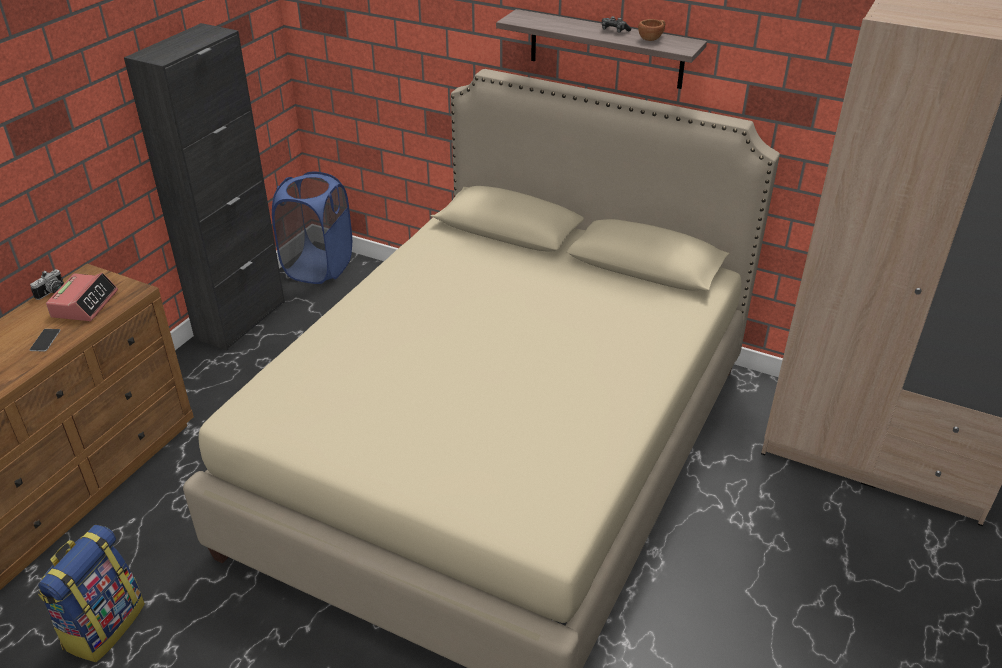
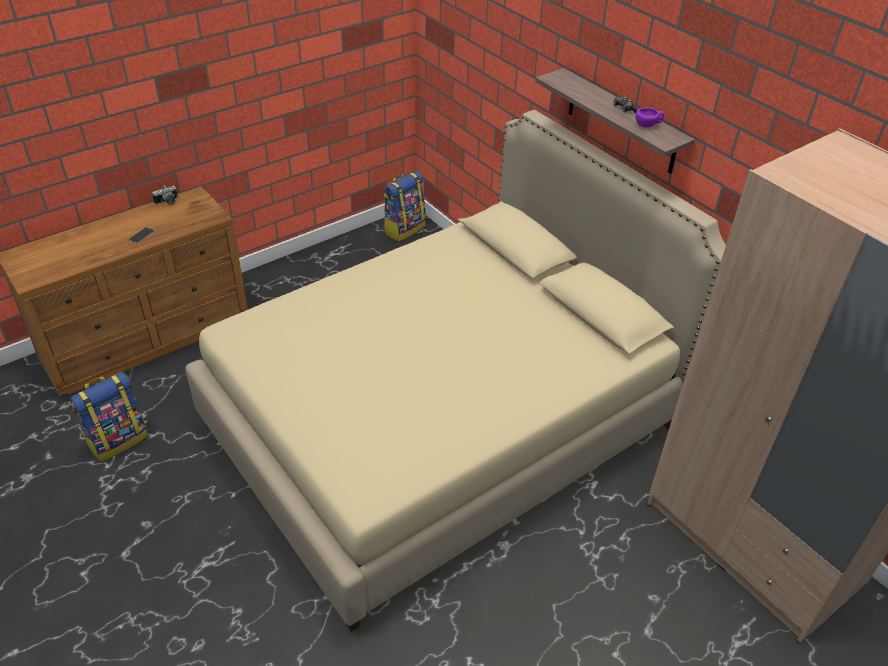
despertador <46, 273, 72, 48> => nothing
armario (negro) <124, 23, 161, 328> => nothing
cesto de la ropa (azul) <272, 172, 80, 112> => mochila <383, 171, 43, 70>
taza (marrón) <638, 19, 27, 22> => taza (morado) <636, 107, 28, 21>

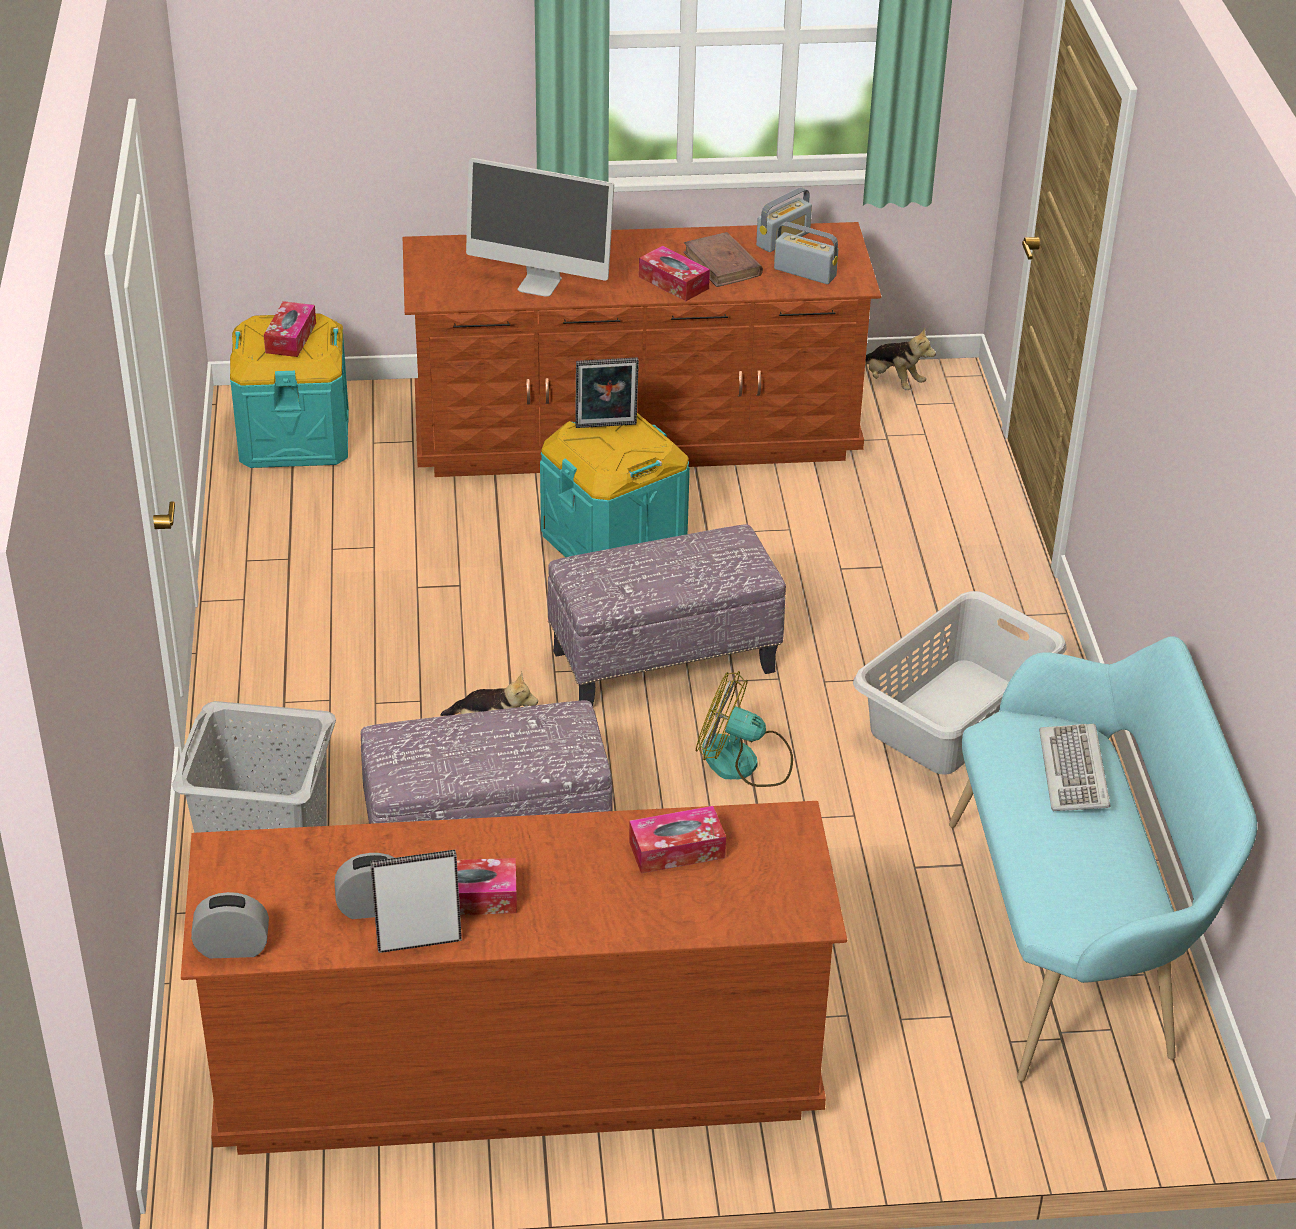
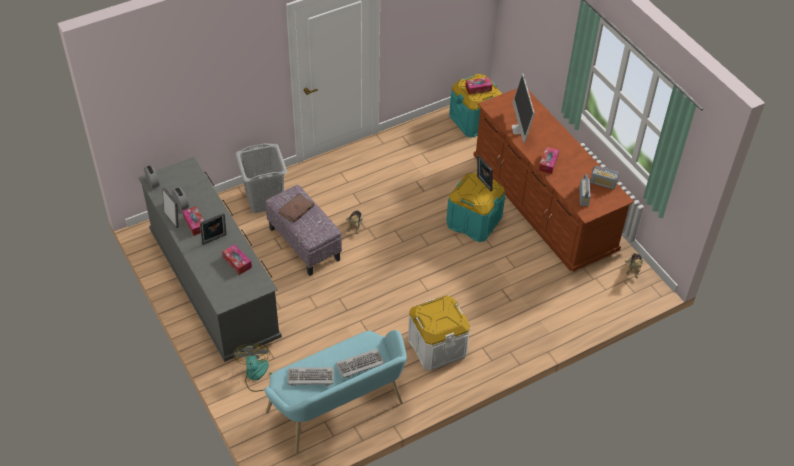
cómoda (marrón) <181, 801, 666, 354> => cómoda (gris) <138, 157, 144, 205>
puf <548, 524, 238, 182> => nothing
libro (marrón) <683, 232, 80, 55> => libro (marrón) <278, 193, 36, 30>, relocated
ventilador <696, 671, 97, 116> => ventilador <233, 344, 39, 48>, relocated
cesto de la ropa (gris) <853, 591, 214, 184> => caja de almacenaje (blanco) <408, 296, 62, 75>
nothing => portarretratos <200, 213, 26, 32>
nothing => teclado <287, 367, 47, 19>

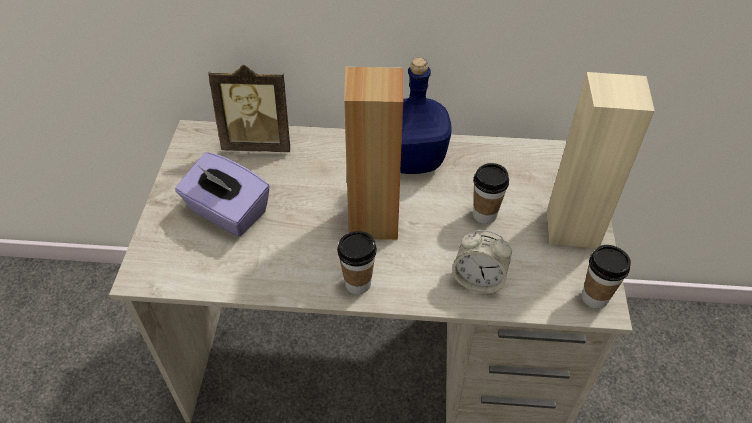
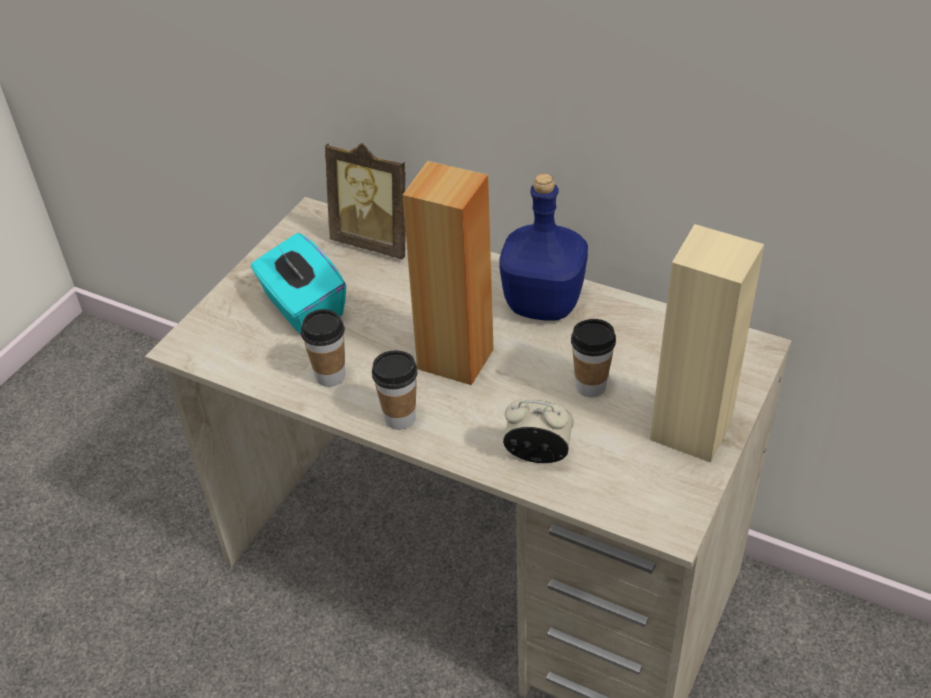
caja de pañuelos (morado) <175, 152, 95, 84> => caja de pañuelos (turquesa) <251, 233, 95, 101>
despertador <452, 230, 60, 64> => despertador <503, 399, 71, 64>, 150 degrees clockwise
taza <582, 245, 49, 64> => taza <301, 309, 44, 78>, relocated

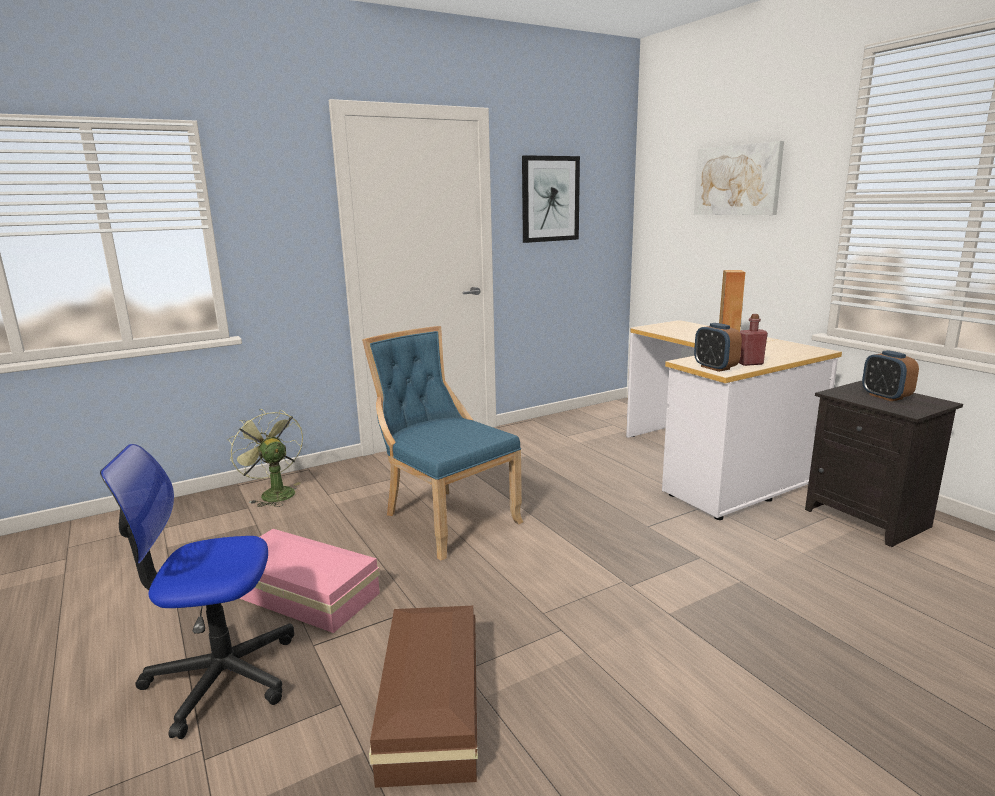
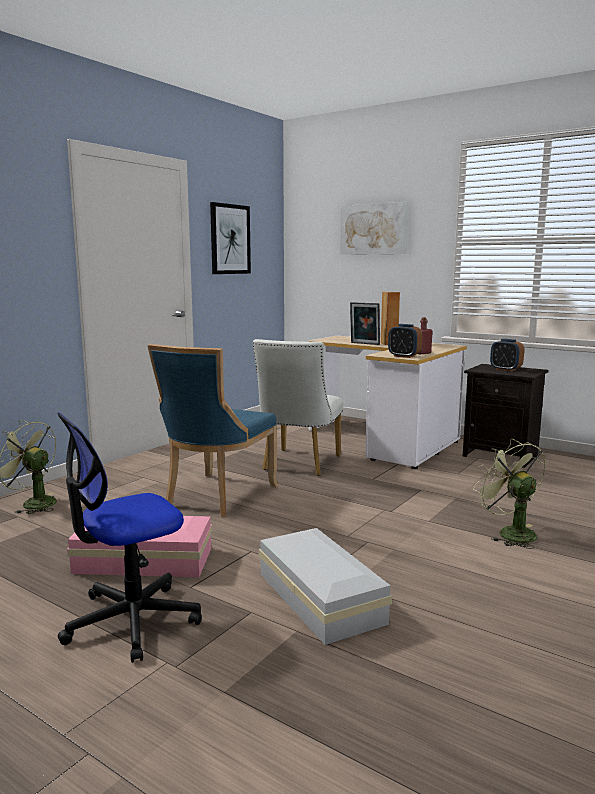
silla (azul) <362, 326, 161, 234> => silla (azul) <148, 344, 130, 173>, 90 degrees counterclockwise
caja de almacenaje (marrón) <369, 606, 109, 182> => caja de almacenaje (blanco) <259, 528, 133, 117>
nothing => silla (blanco) <253, 339, 90, 137>
nothing => portarretratos <350, 302, 30, 43>
nothing => ventilador (verde) <473, 439, 73, 110>

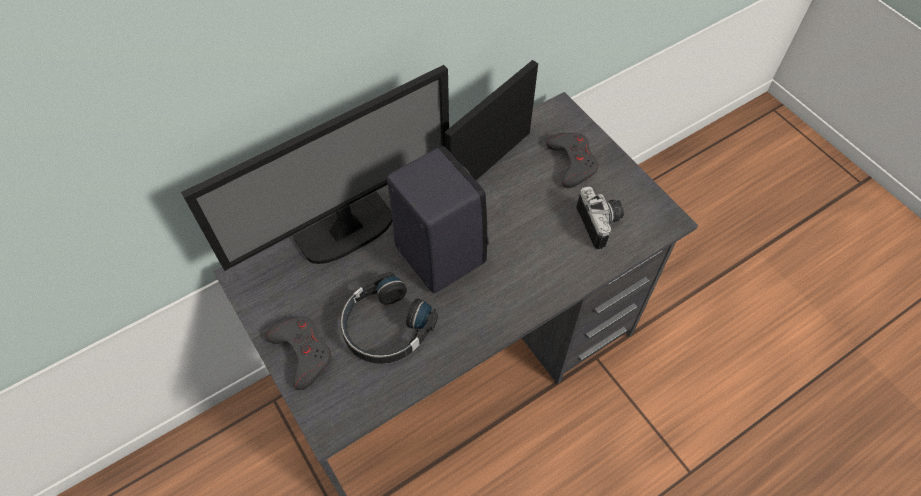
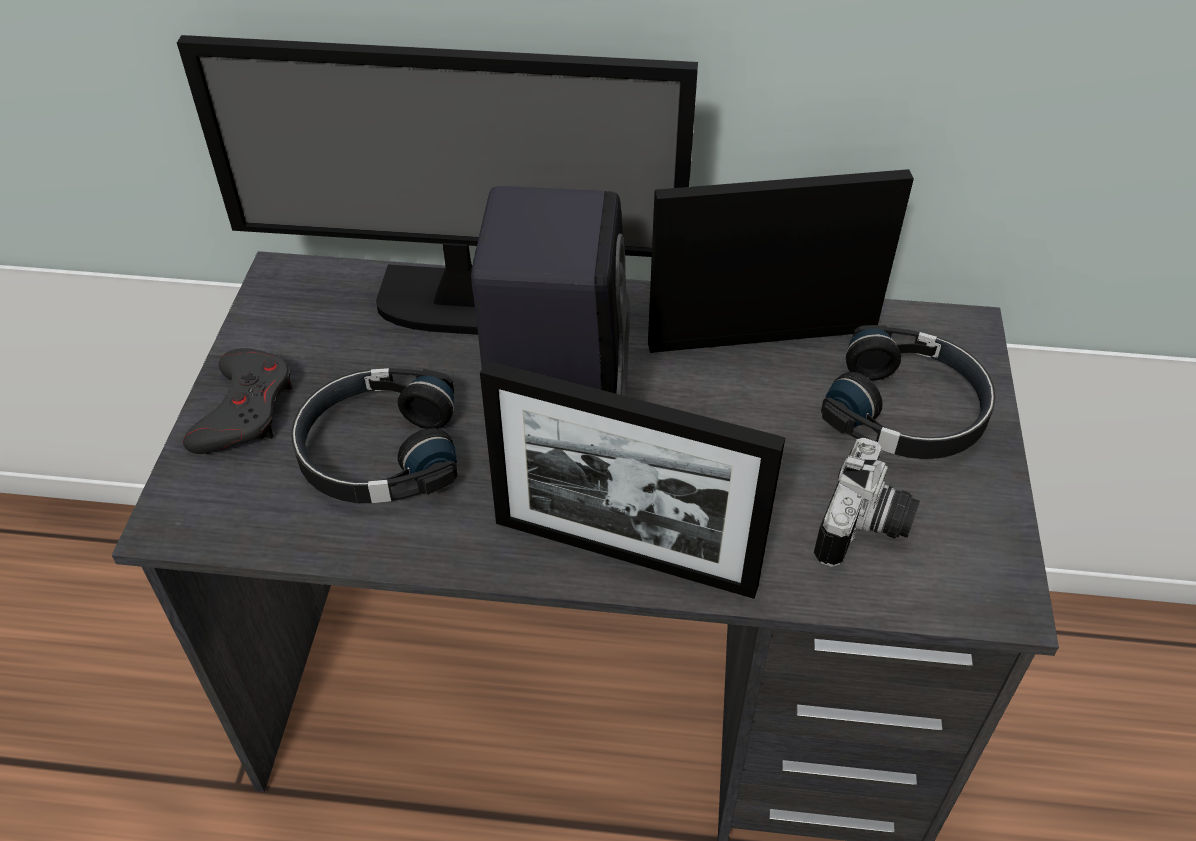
mando de consola (gris) <546, 133, 53, 55> => auriculares (negro) <821, 325, 174, 134>
nothing => portarretratos <480, 361, 305, 238>

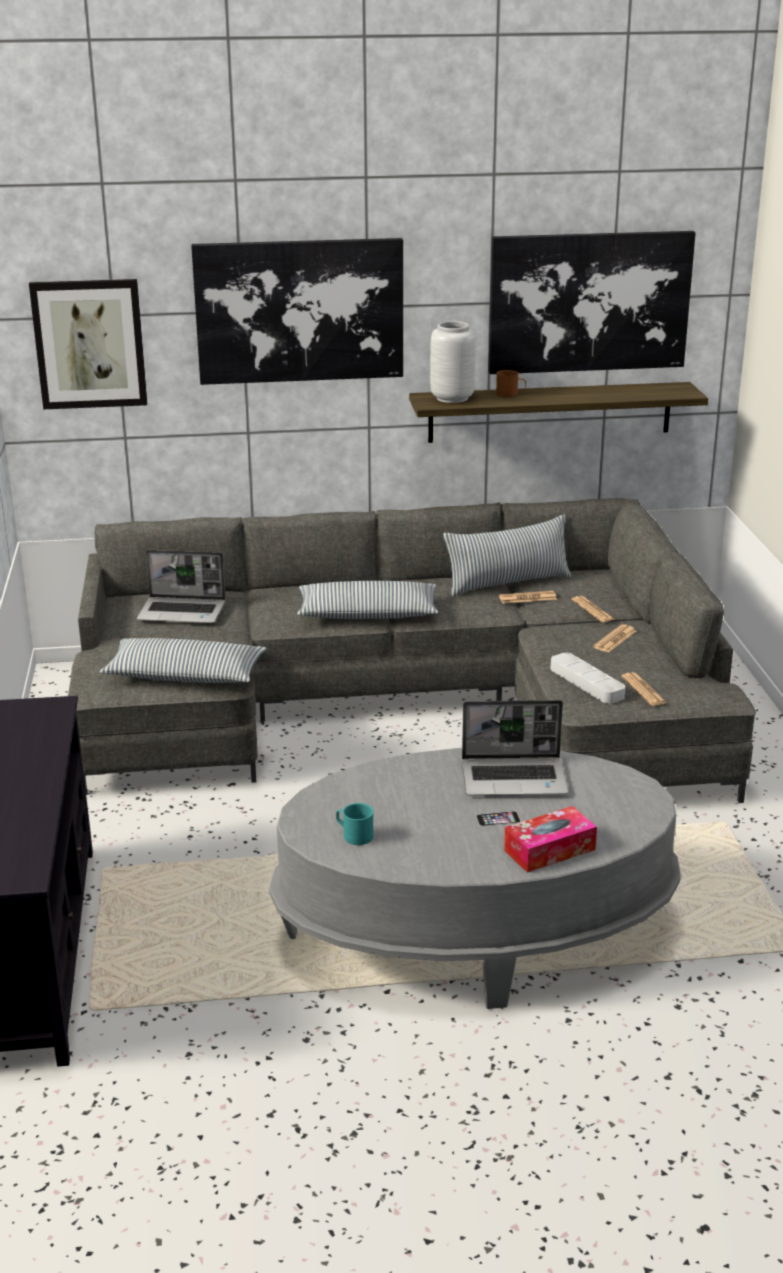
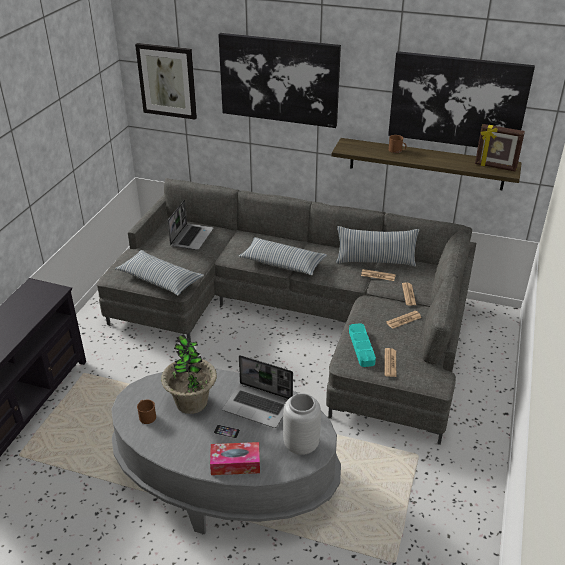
portátil <137, 549, 89, 74> => portátil <168, 199, 46, 51>, 105 degrees counterclockwise
taza grande (turquesa) <336, 803, 38, 42> => taza grande (marrón) <137, 400, 19, 24>
florero (gris) <430, 321, 46, 82> => florero (gris) <283, 393, 38, 62>, relocated
bandeja (gris) <551, 653, 74, 51> => bandeja (turquesa) <349, 323, 27, 44>
nothing => planta en maceta <161, 334, 56, 80>
nothing => portarretratos <475, 124, 50, 47>

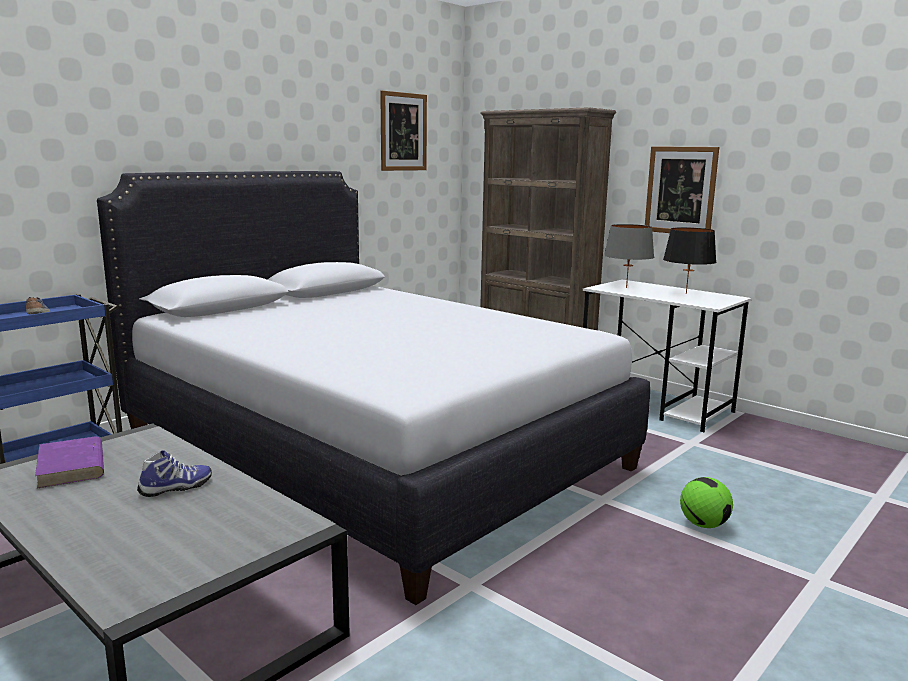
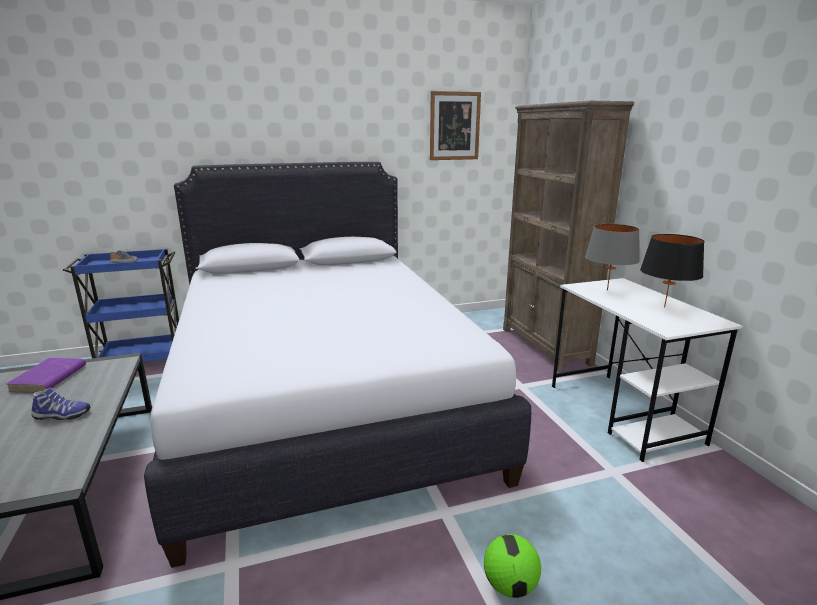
cuadro <645, 146, 74, 87> => nothing

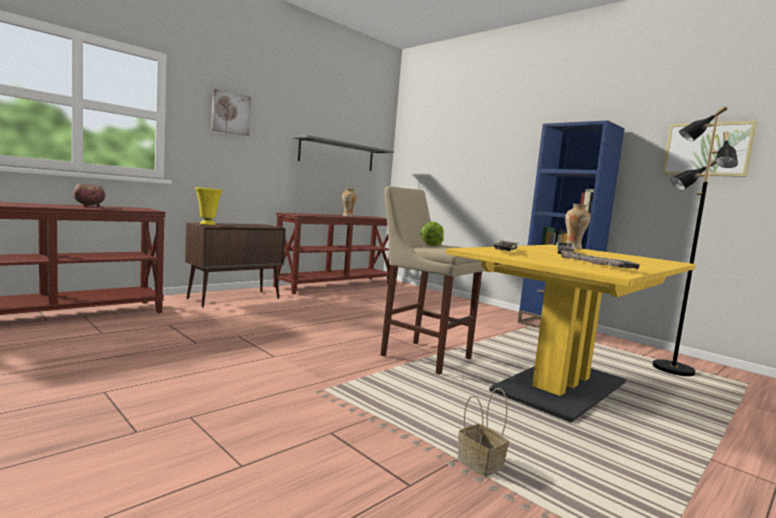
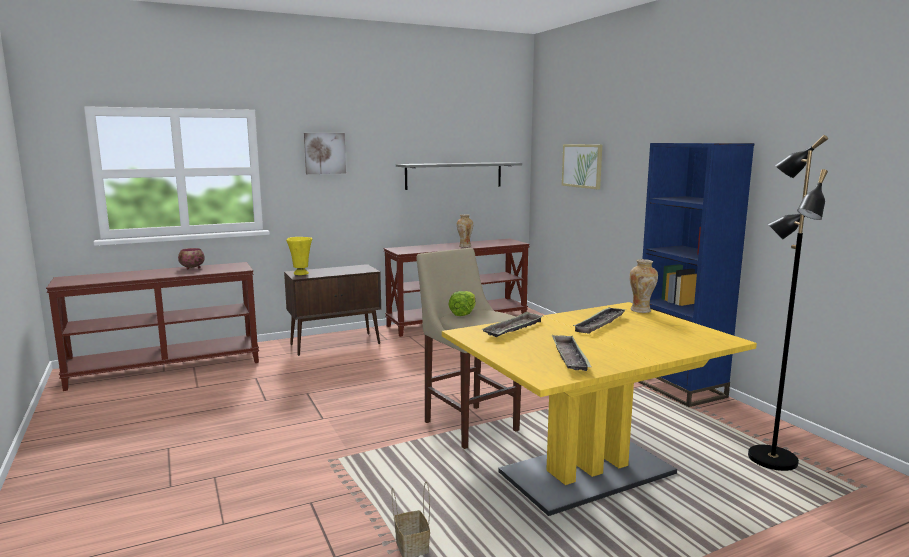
cuadro <662, 121, 95, 56> => cuadro <562, 144, 40, 46>, relocated

